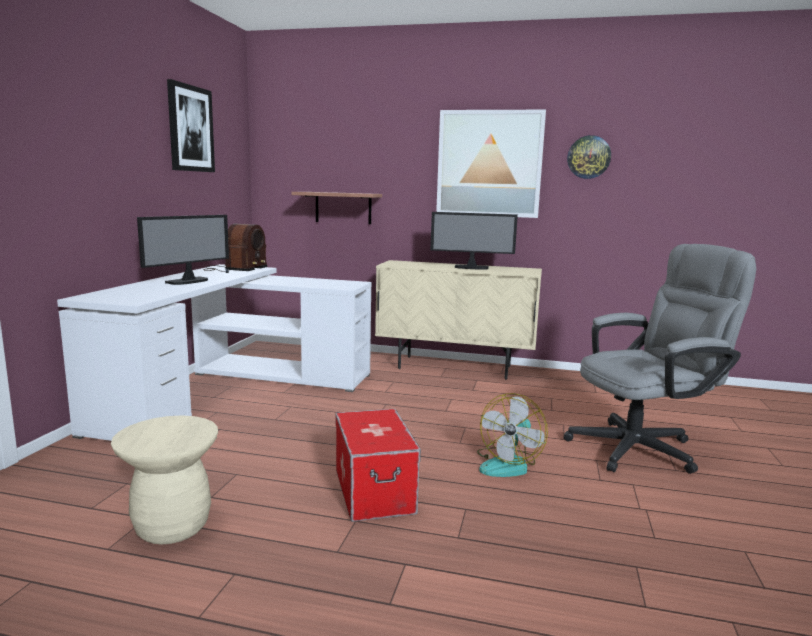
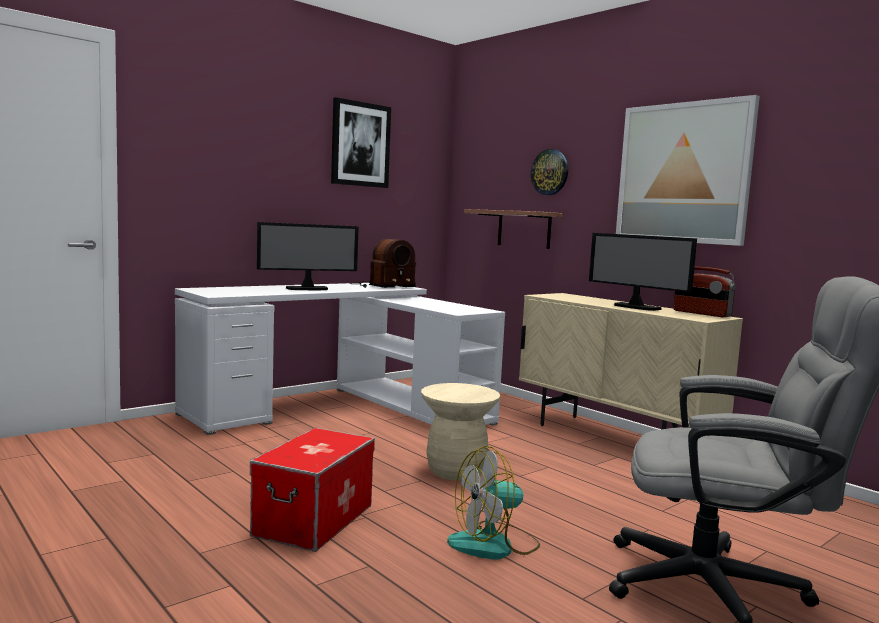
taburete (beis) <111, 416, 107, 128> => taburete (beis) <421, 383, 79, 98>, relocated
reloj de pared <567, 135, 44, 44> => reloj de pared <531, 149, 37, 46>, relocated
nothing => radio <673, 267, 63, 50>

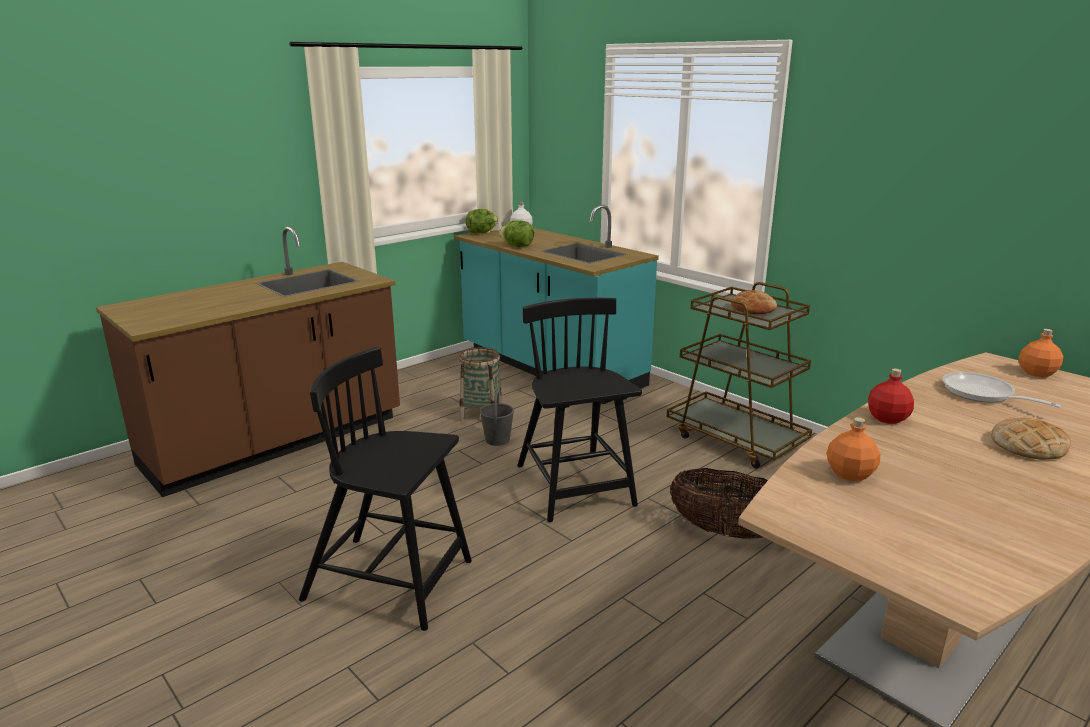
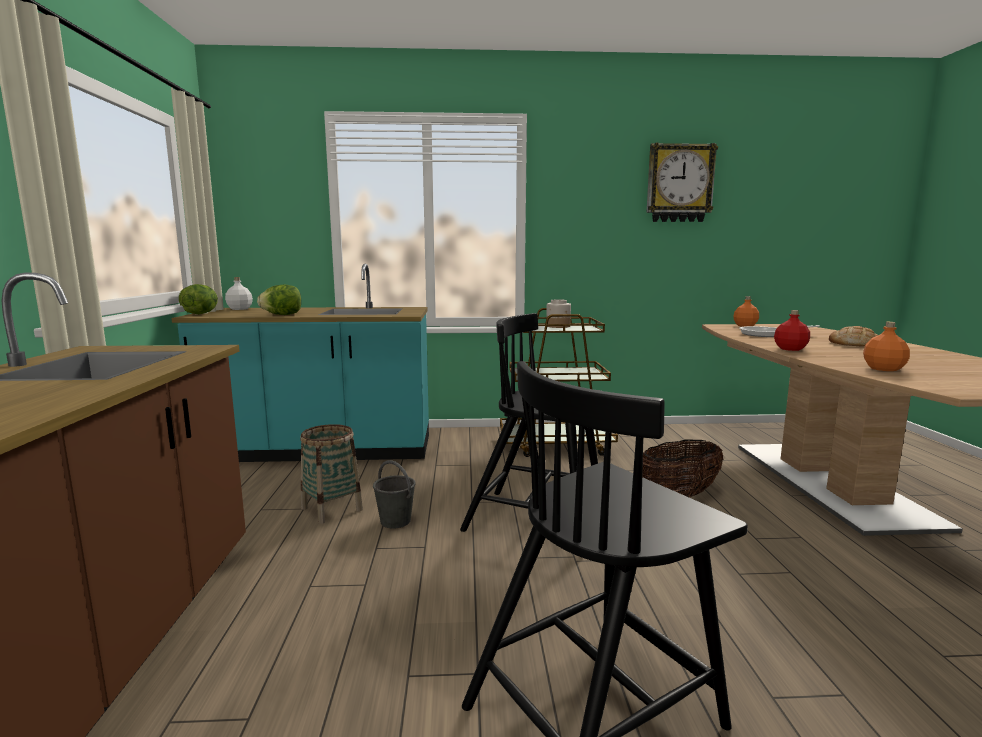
pan <731, 290, 46, 24> => tarro <546, 299, 25, 29>
nothing => reloj de pared <646, 143, 72, 79>

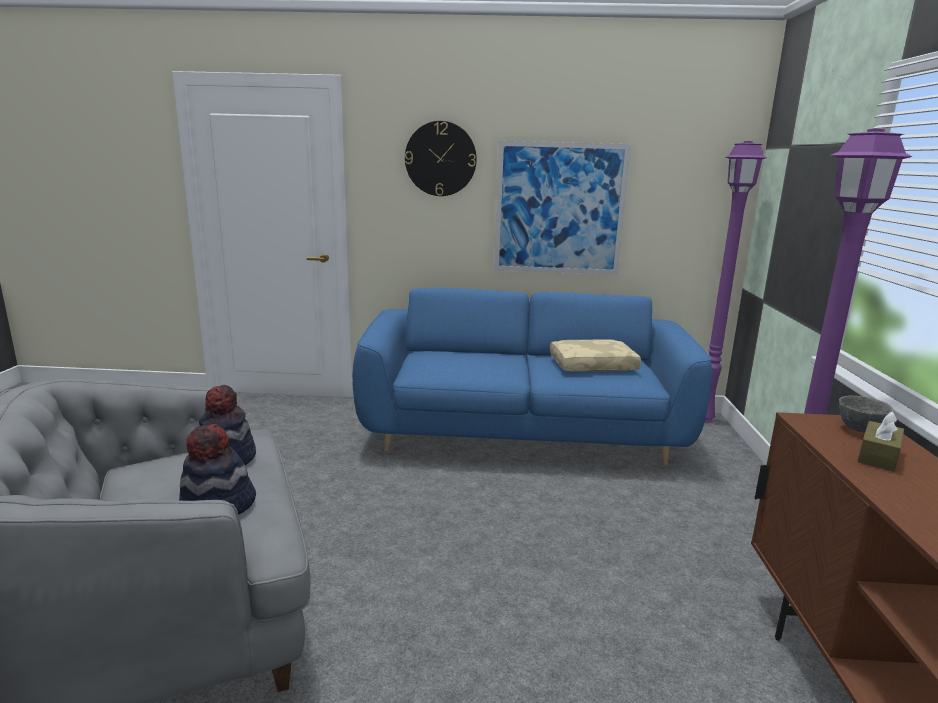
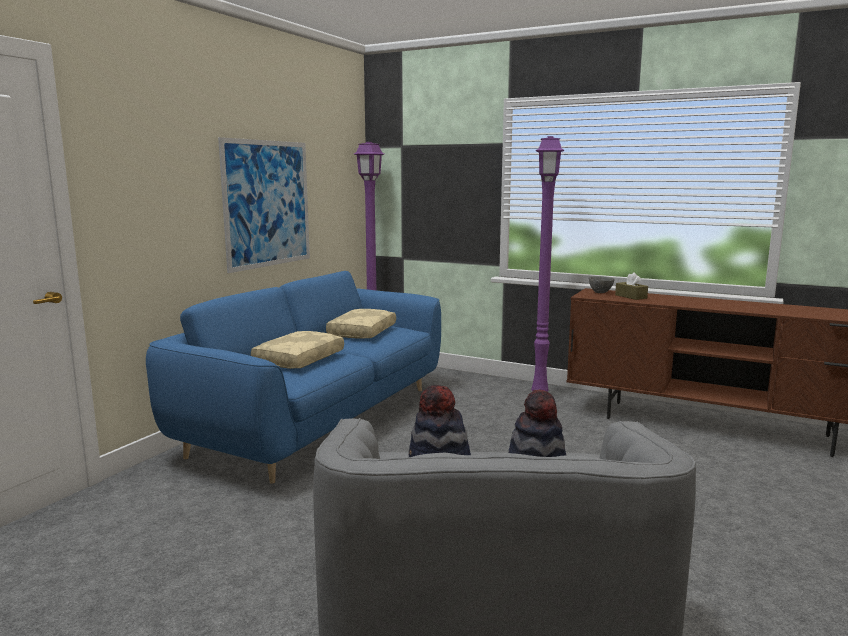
reloj de pared <405, 121, 72, 75> => nothing
nothing => cojín (beis) <251, 331, 93, 38>

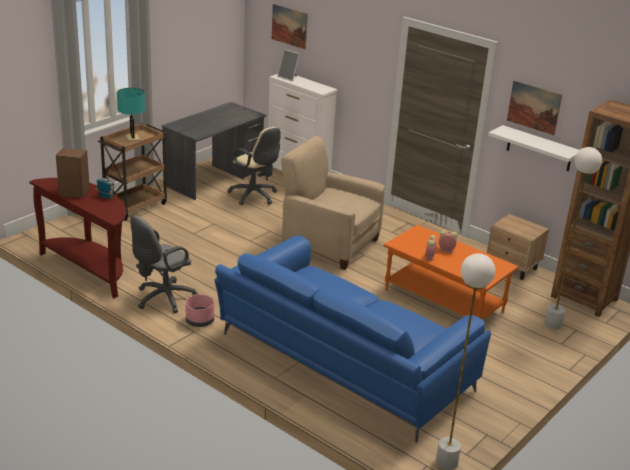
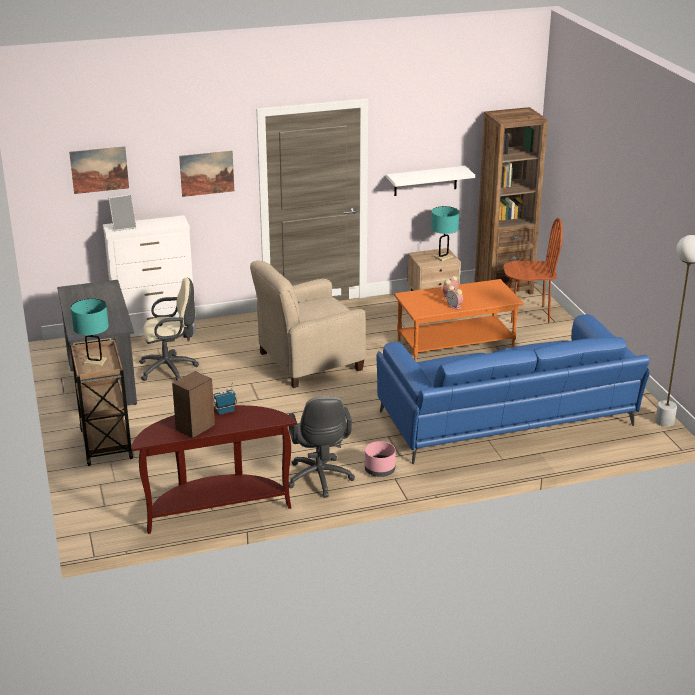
cuadro <507, 80, 55, 55> => cuadro <179, 151, 55, 46>, relocated
lámpara de pie (blanco) <544, 147, 58, 182> => silla (marrón) <503, 218, 60, 105>
nothing => lámpara de mesa (turquesa) <431, 206, 28, 55>

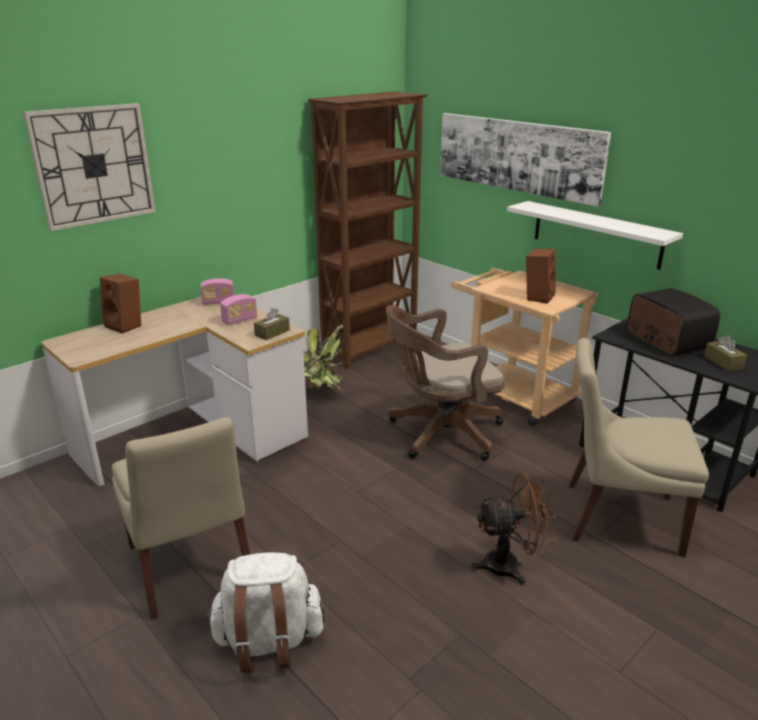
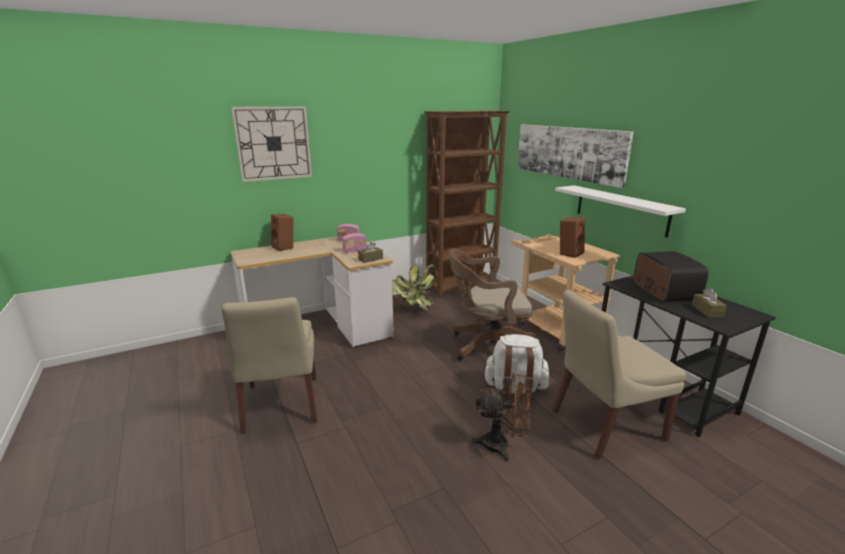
mochila (blanco) <206, 552, 118, 122> => mochila (blanco) <483, 334, 67, 67>, relocated
silla (beis) <569, 338, 140, 219> => silla (beis) <552, 290, 134, 170>, 45 degrees counterclockwise

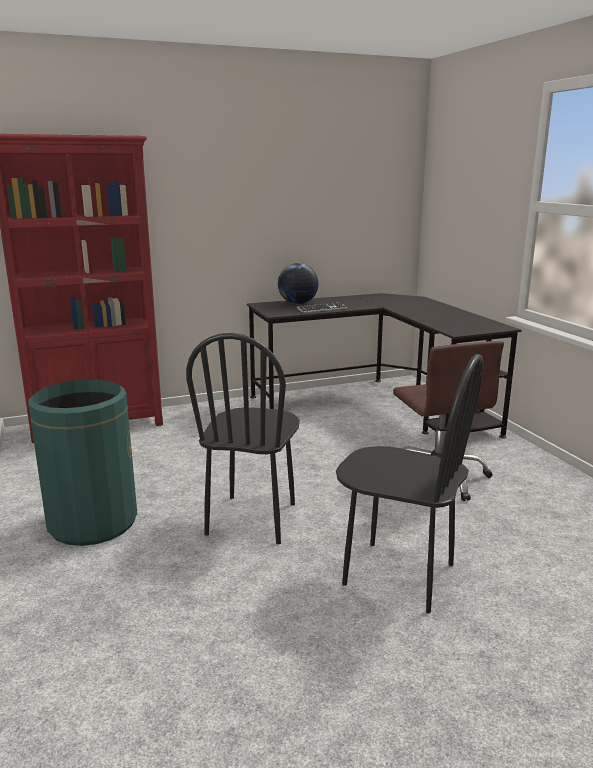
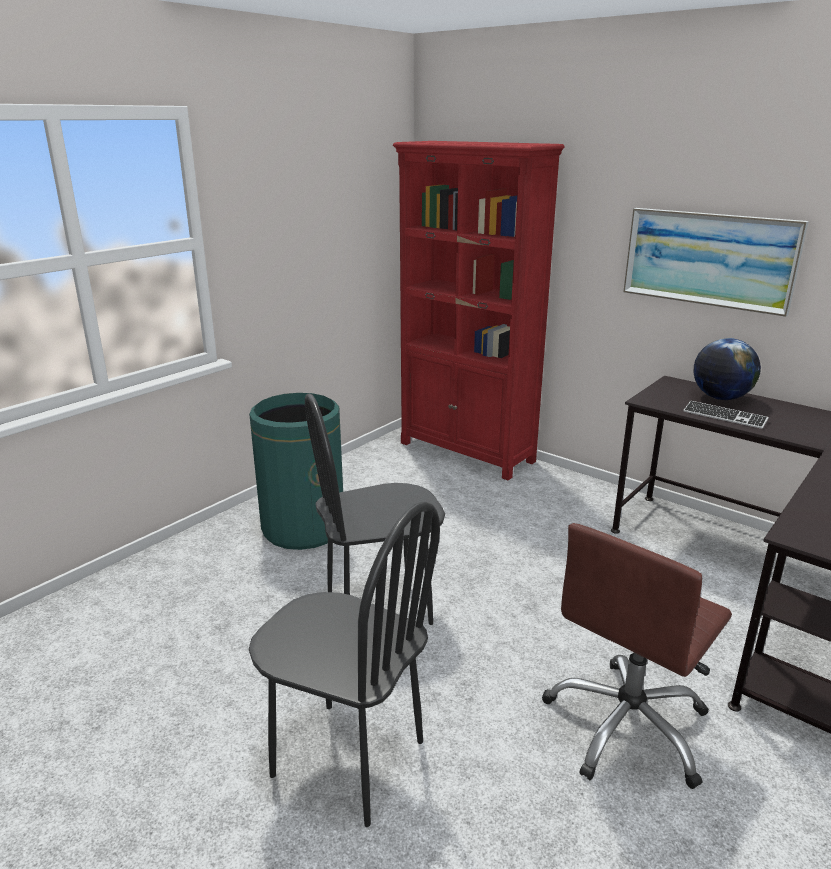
silla (negro) <336, 354, 148, 259> => silla (negro) <249, 502, 191, 325>, 60 degrees counterclockwise
nothing => cuadro <623, 208, 186, 109>

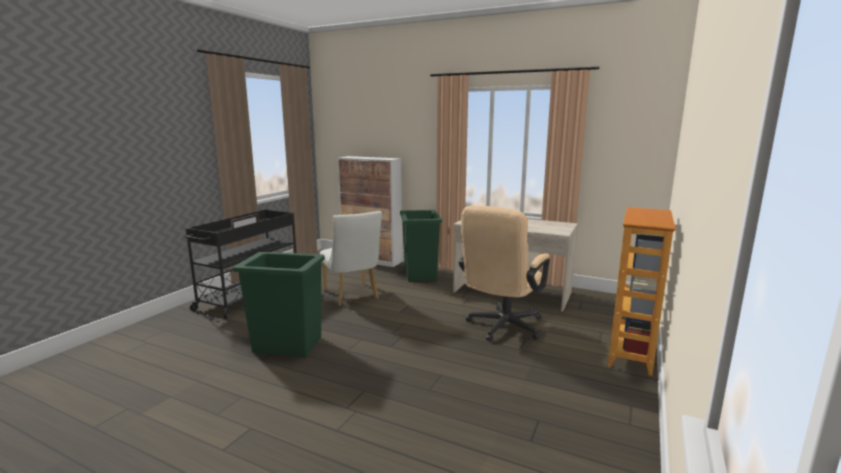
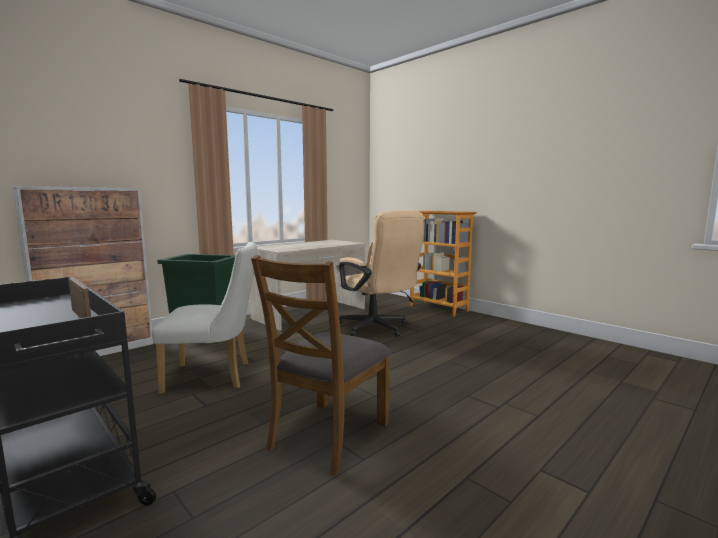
papelera (verde) <233, 252, 92, 105> => silla (marrón) <251, 255, 140, 221>

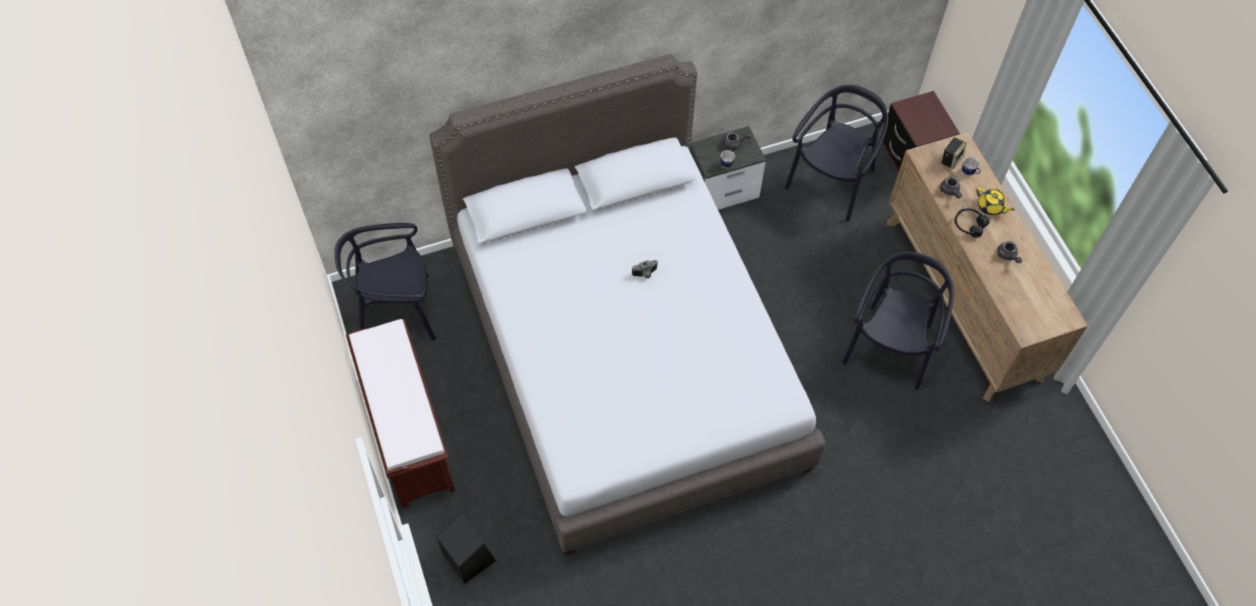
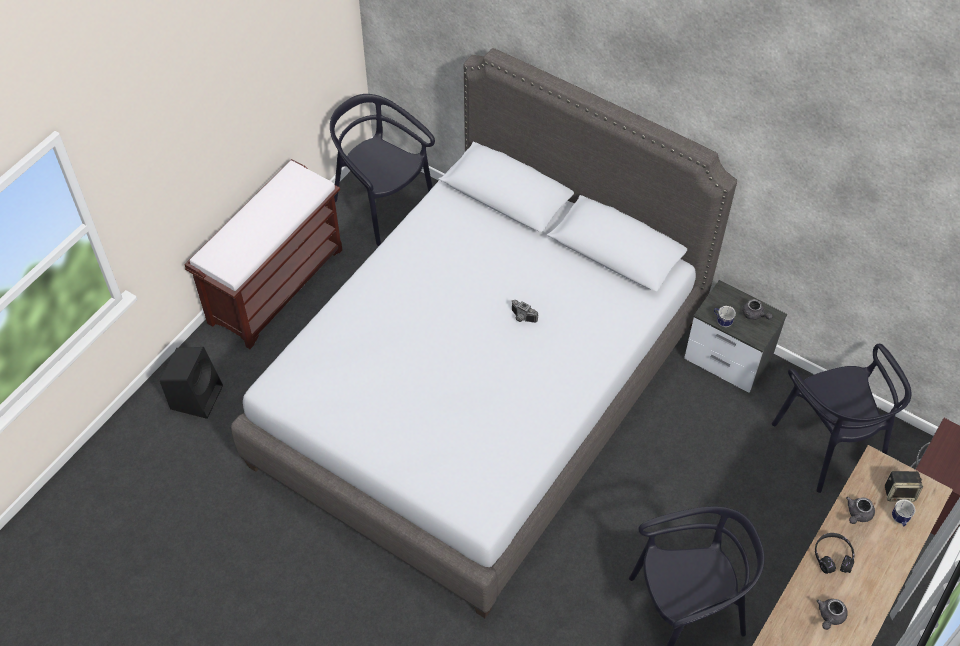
silla (negro) <785, 85, 103, 137> => silla (negro) <772, 344, 140, 149>, 75 degrees clockwise
tetera (amarillo) <976, 187, 39, 28> => nothing

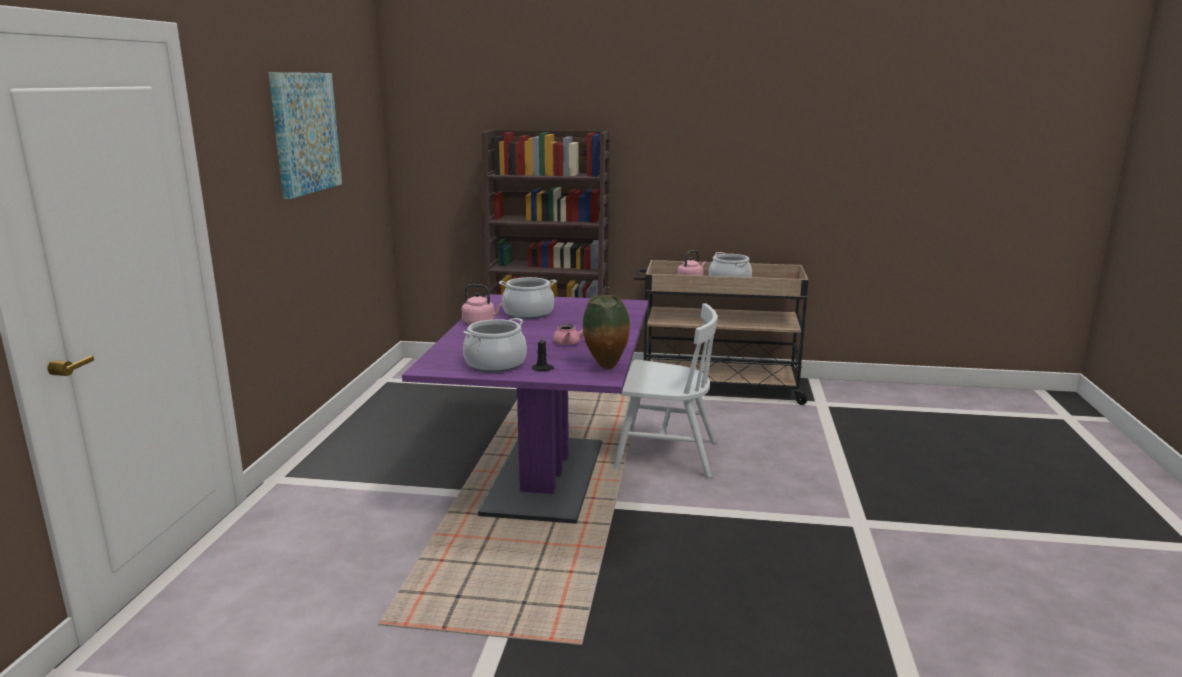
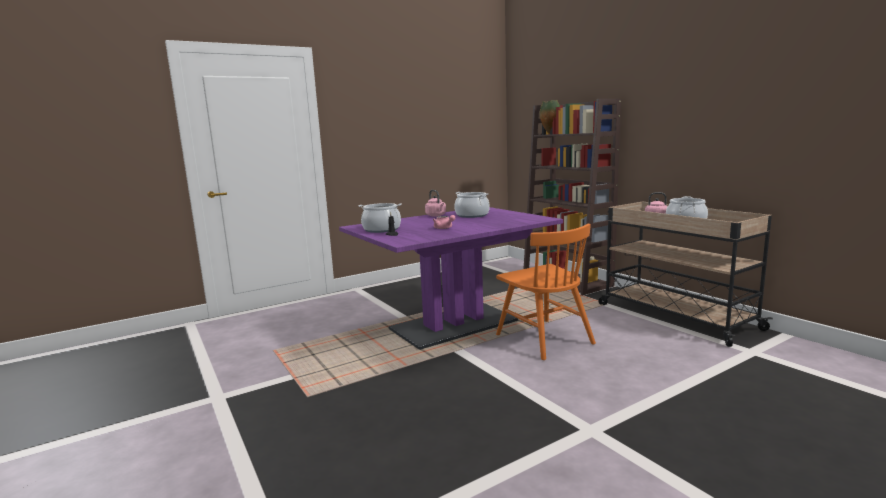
cuadro <268, 72, 74, 127> => nothing
florero <583, 295, 47, 74> => florero <540, 100, 20, 34>, relocated
silla (blanco) <614, 303, 103, 175> => silla (naranja) <496, 223, 100, 137>

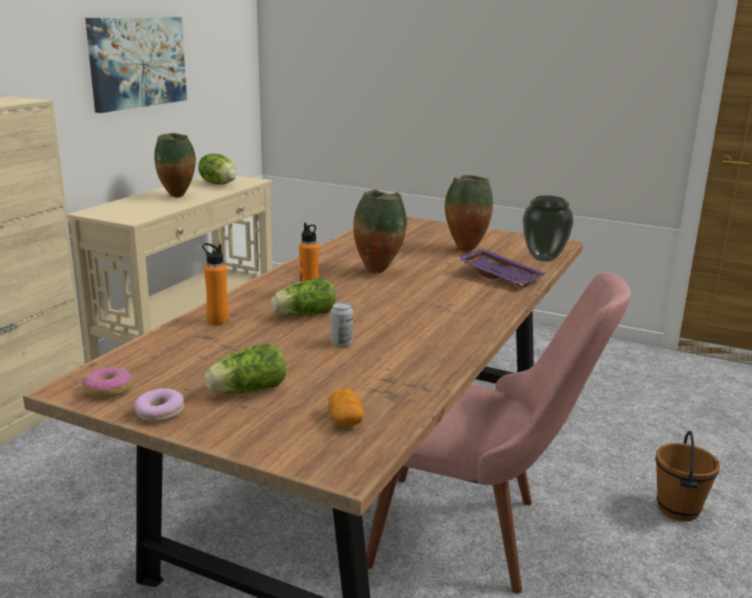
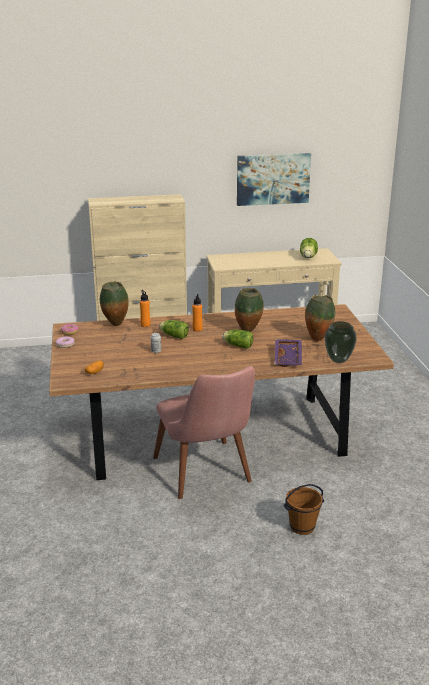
florero <154, 133, 42, 65> => florero <100, 282, 29, 44>, relocated
lechuga <205, 344, 81, 50> => lechuga <222, 330, 31, 19>, relocated

